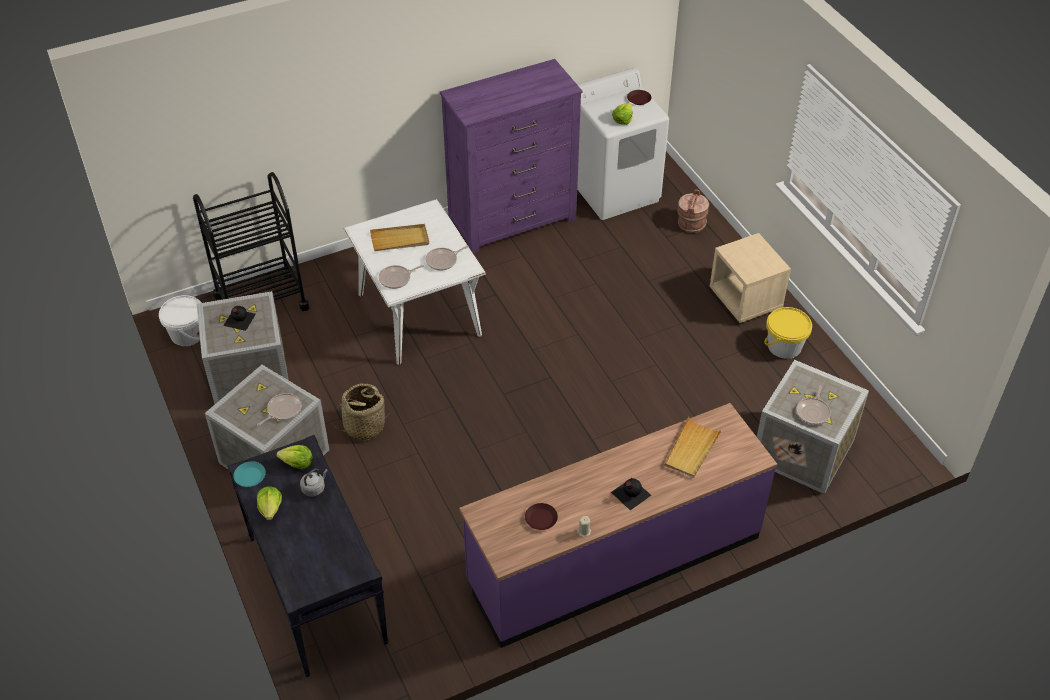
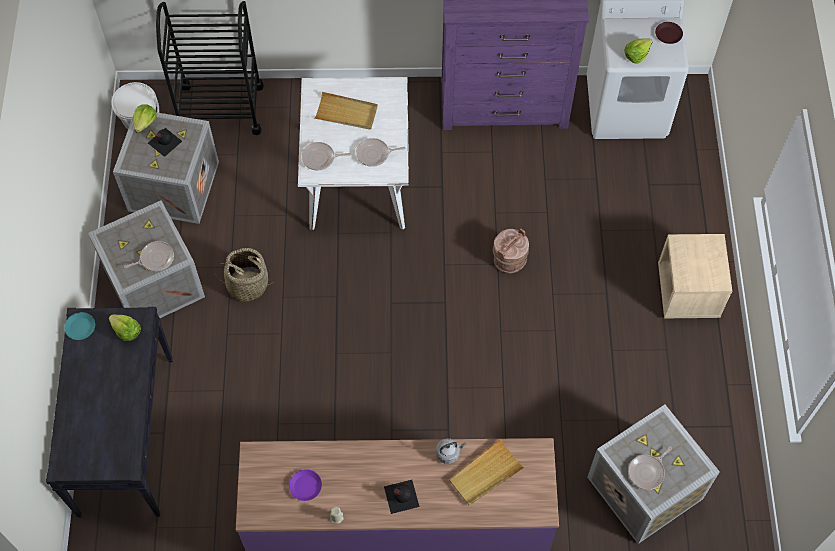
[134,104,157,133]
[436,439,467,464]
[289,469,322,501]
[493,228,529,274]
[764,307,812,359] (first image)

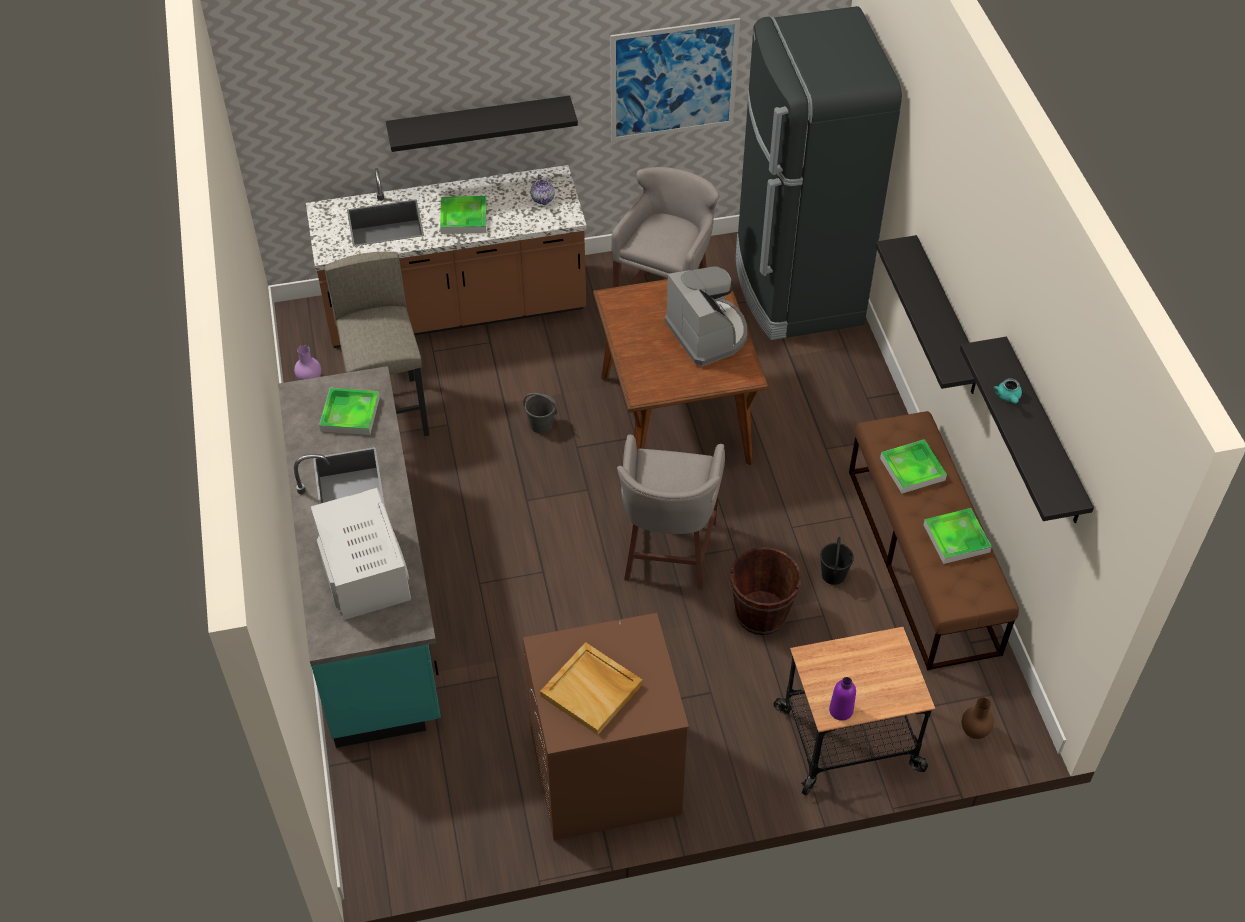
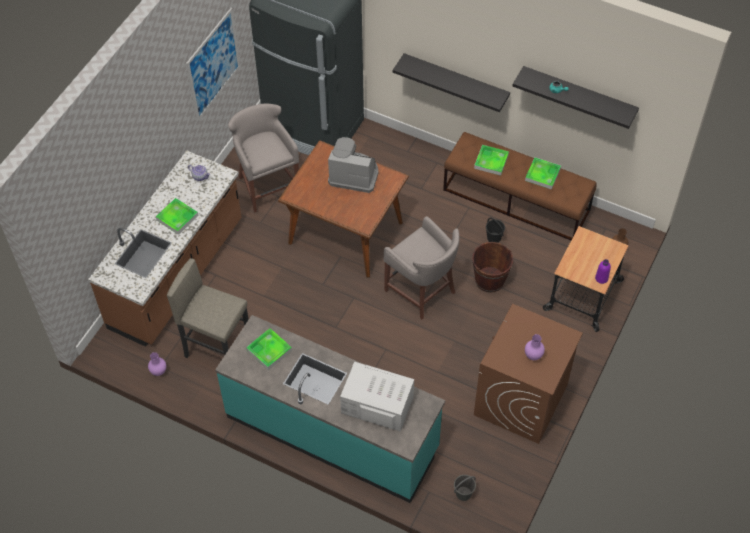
[386,96,578,152] (first image)
[454,475,476,501]
[525,334,545,360]

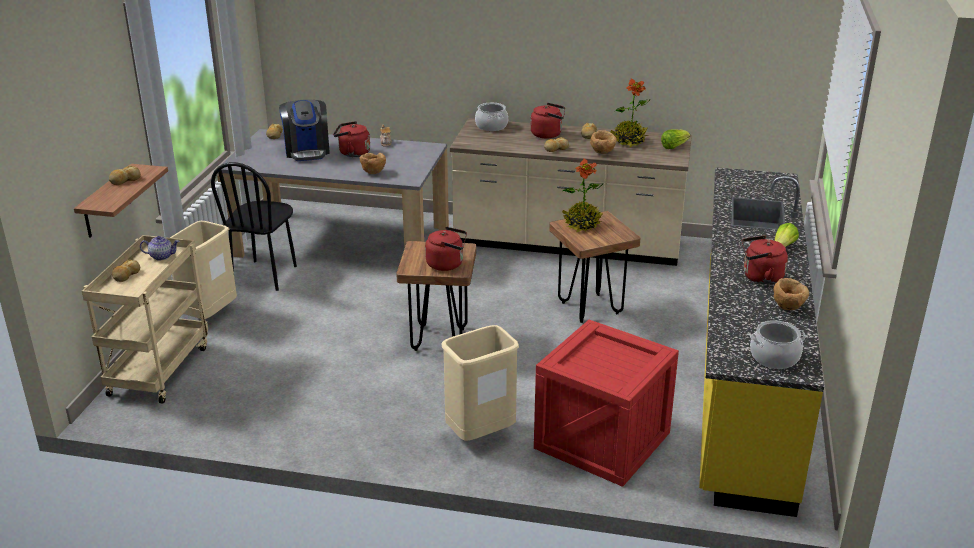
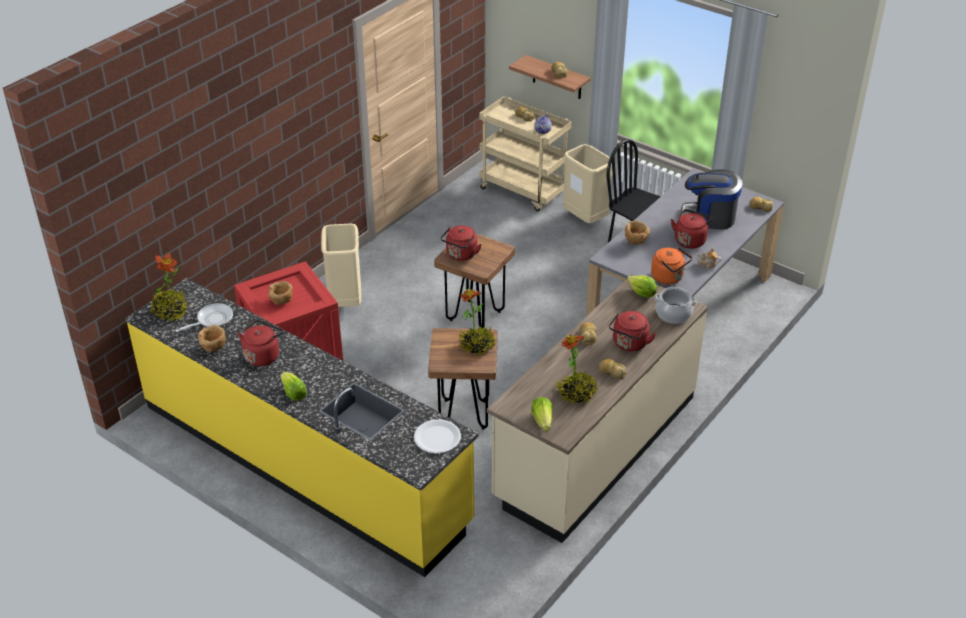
[268,281,293,305]
[150,253,188,321]
[175,303,233,332]
[414,419,461,453]
[627,276,657,297]
[651,247,692,284]

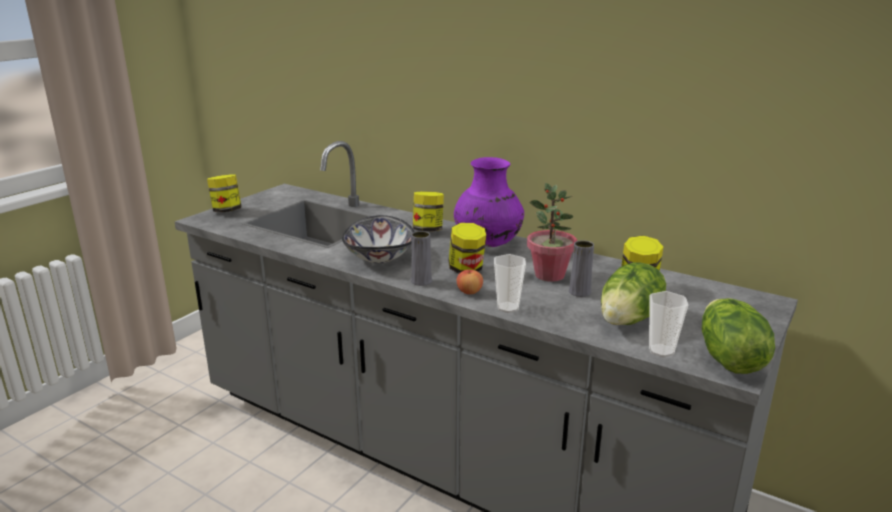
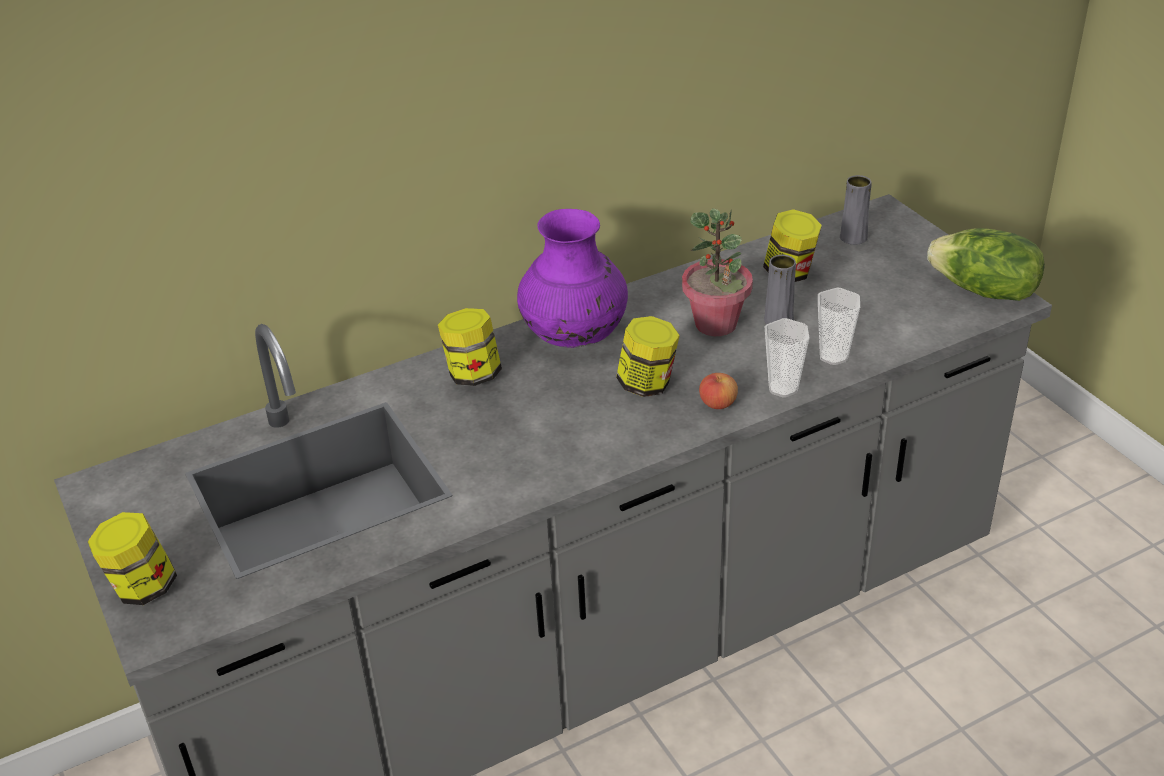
[342,215,414,264] (first image)
[840,175,872,245]
[601,262,666,325] (first image)
[818,288,860,365]

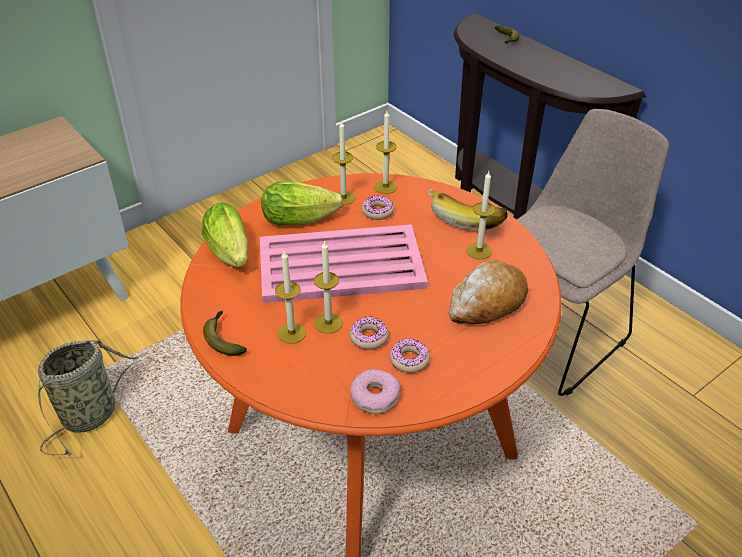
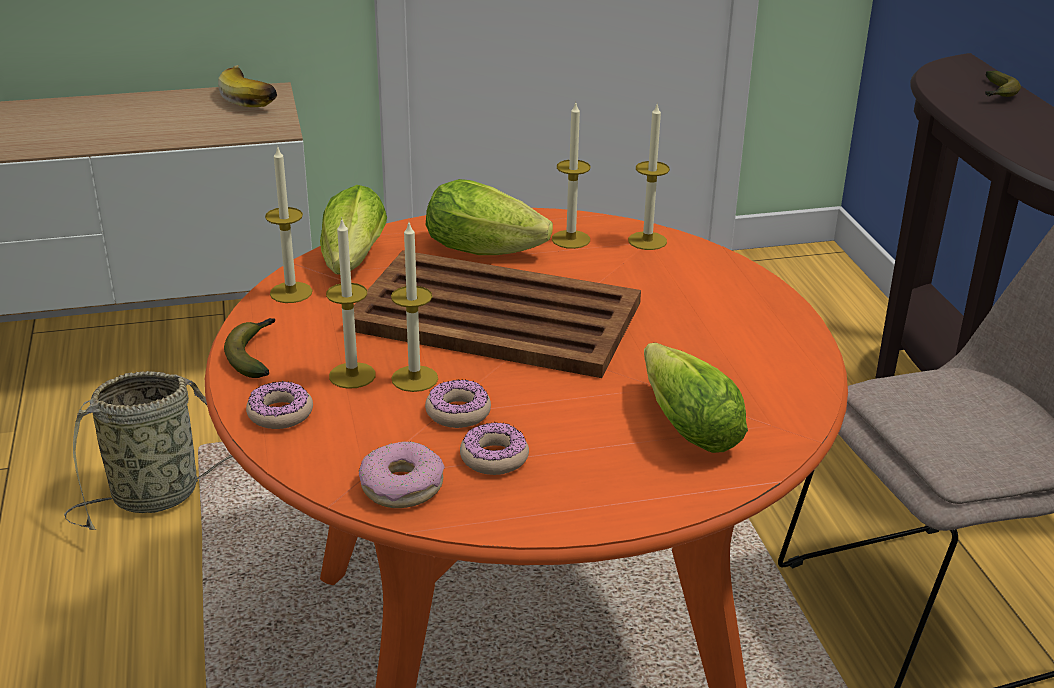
[354,250,641,378]
[246,381,313,429]
[218,65,277,107]
[644,342,748,453]
[265,145,312,303]

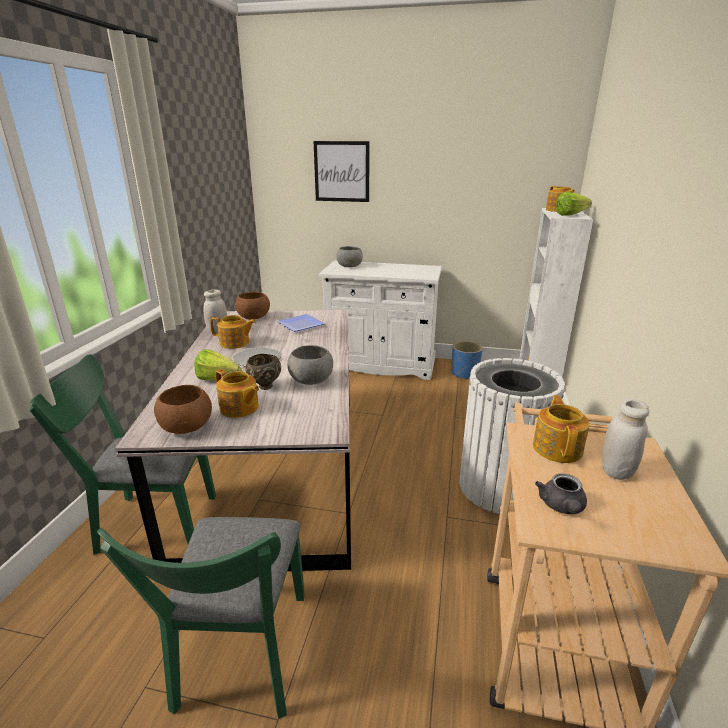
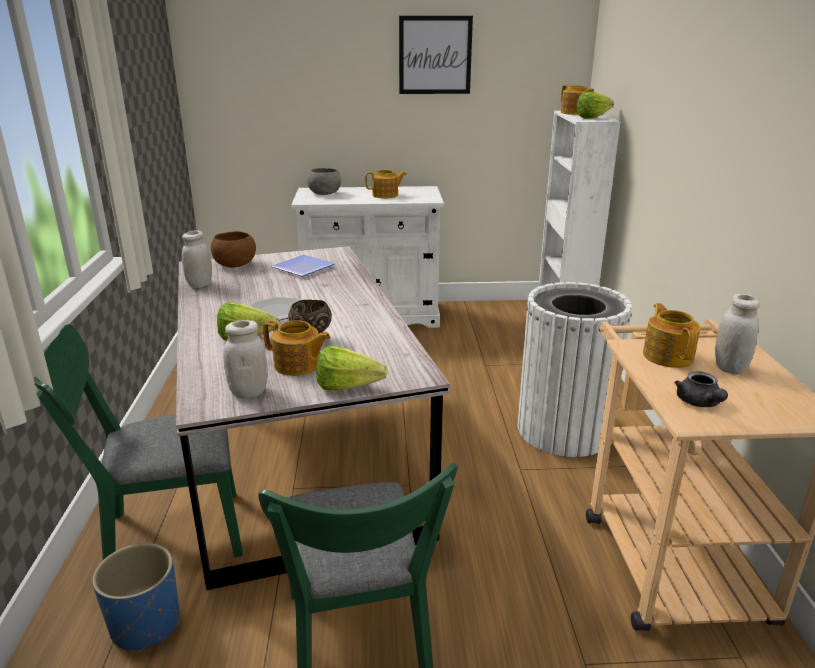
[223,320,268,399]
[365,170,407,198]
[287,345,333,385] (first image)
[399,16,473,94]
[92,543,180,652]
[316,345,387,390]

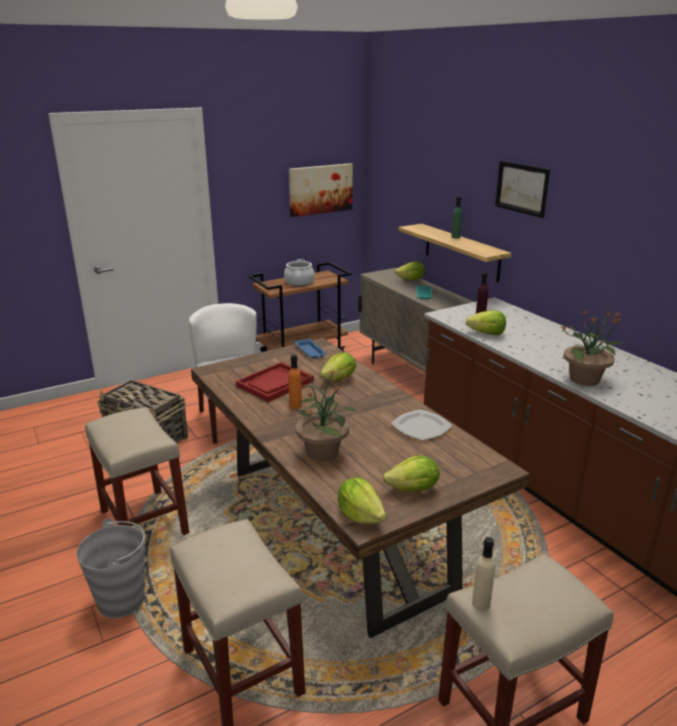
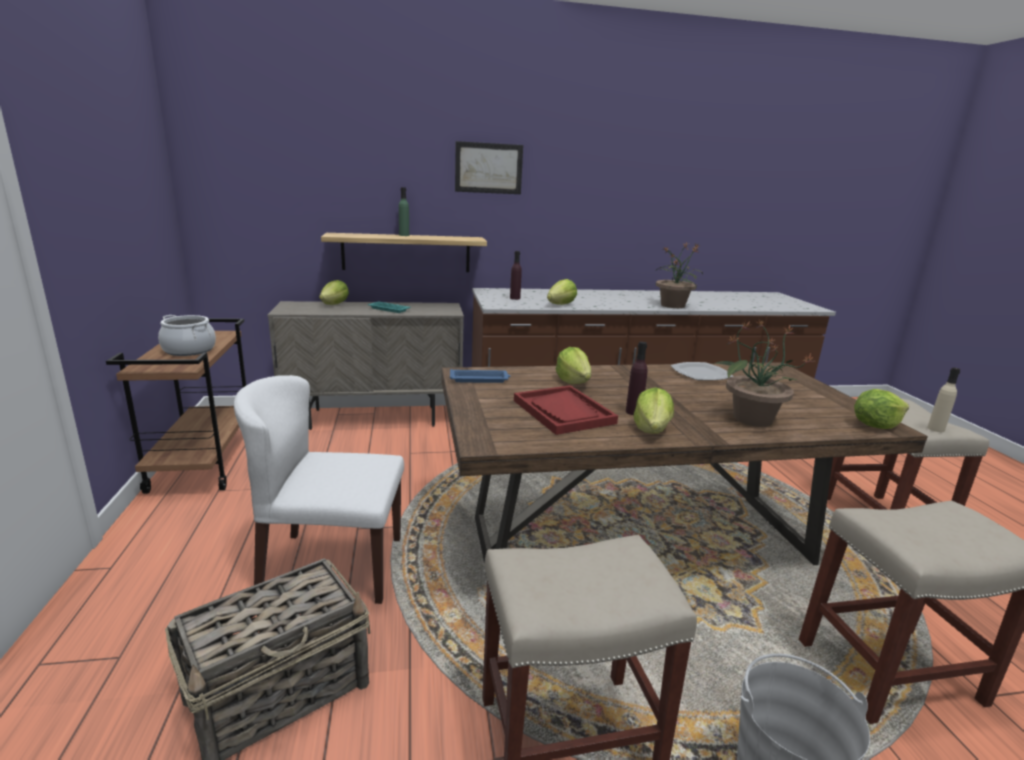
[289,163,353,217] (first image)
[626,342,647,415]
[634,387,674,434]

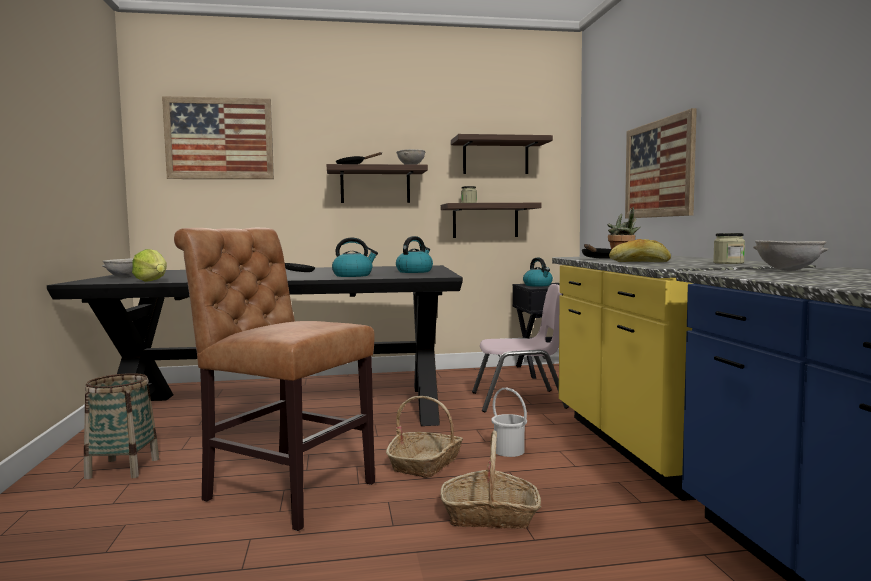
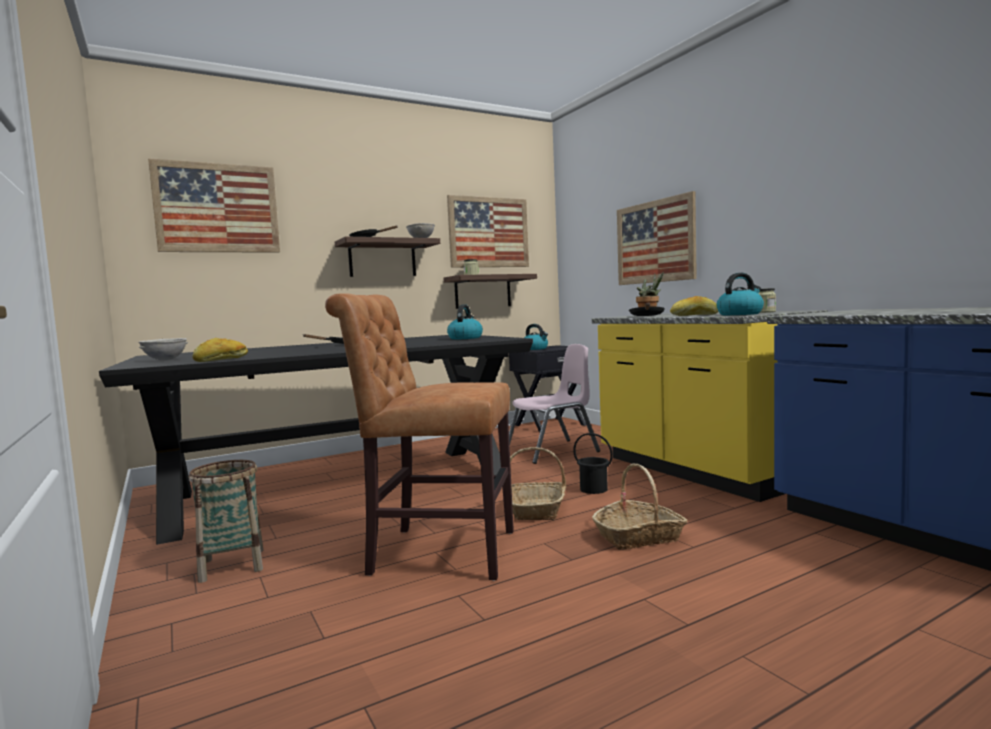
[192,338,248,362]
[717,273,764,315]
[447,195,529,268]
[573,433,613,494]
[753,240,828,271] (first image)

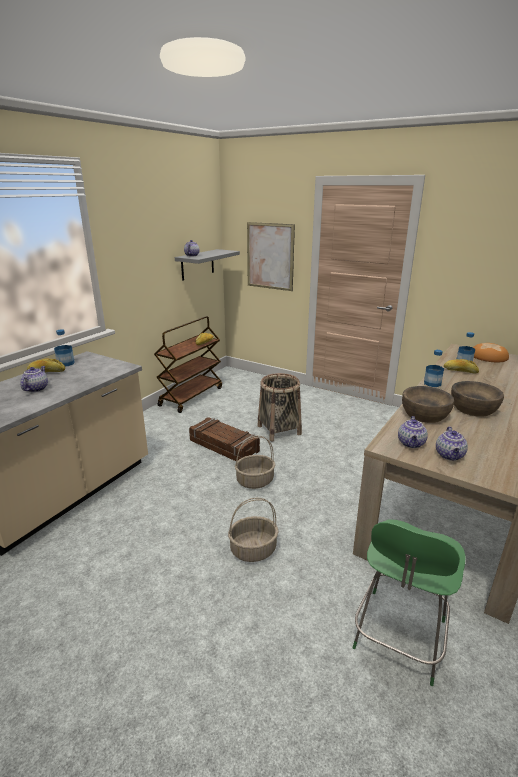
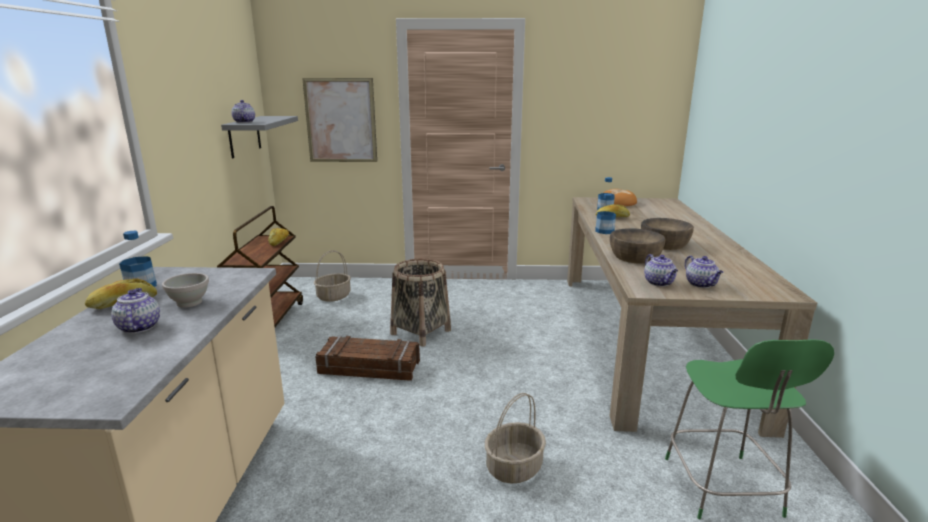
[314,250,351,302]
[162,273,209,308]

